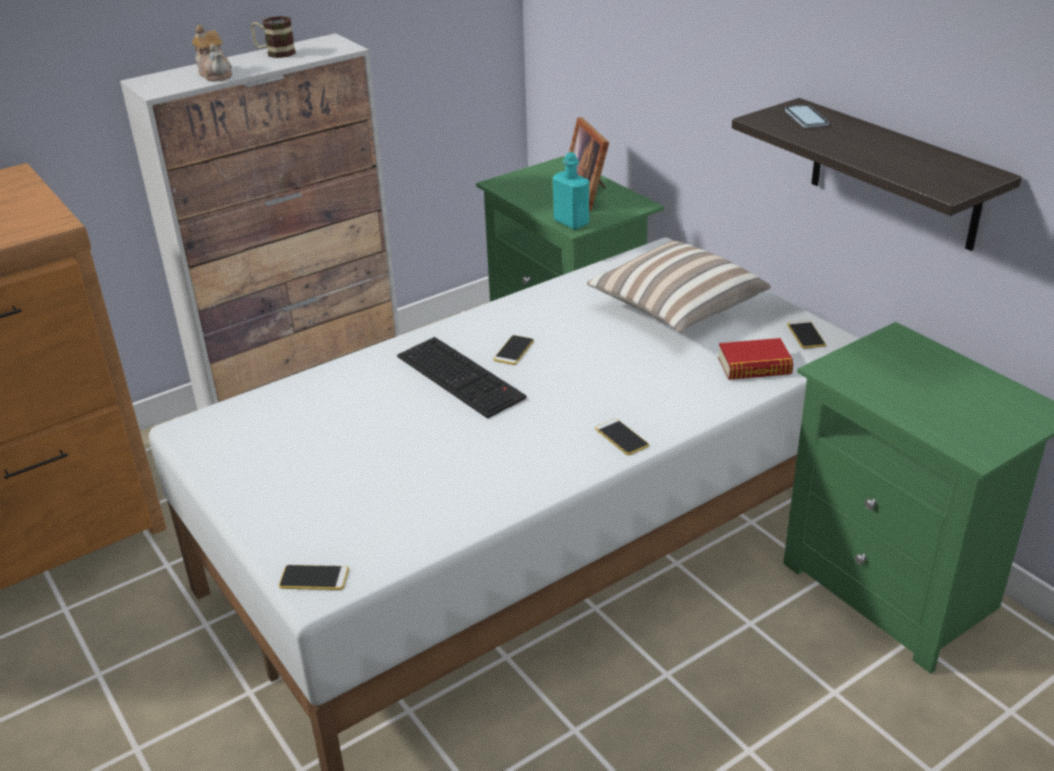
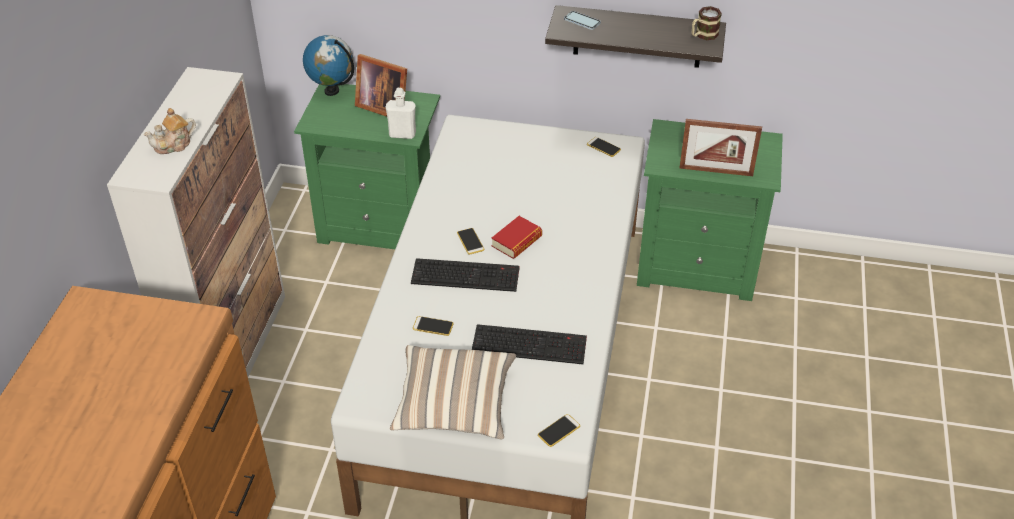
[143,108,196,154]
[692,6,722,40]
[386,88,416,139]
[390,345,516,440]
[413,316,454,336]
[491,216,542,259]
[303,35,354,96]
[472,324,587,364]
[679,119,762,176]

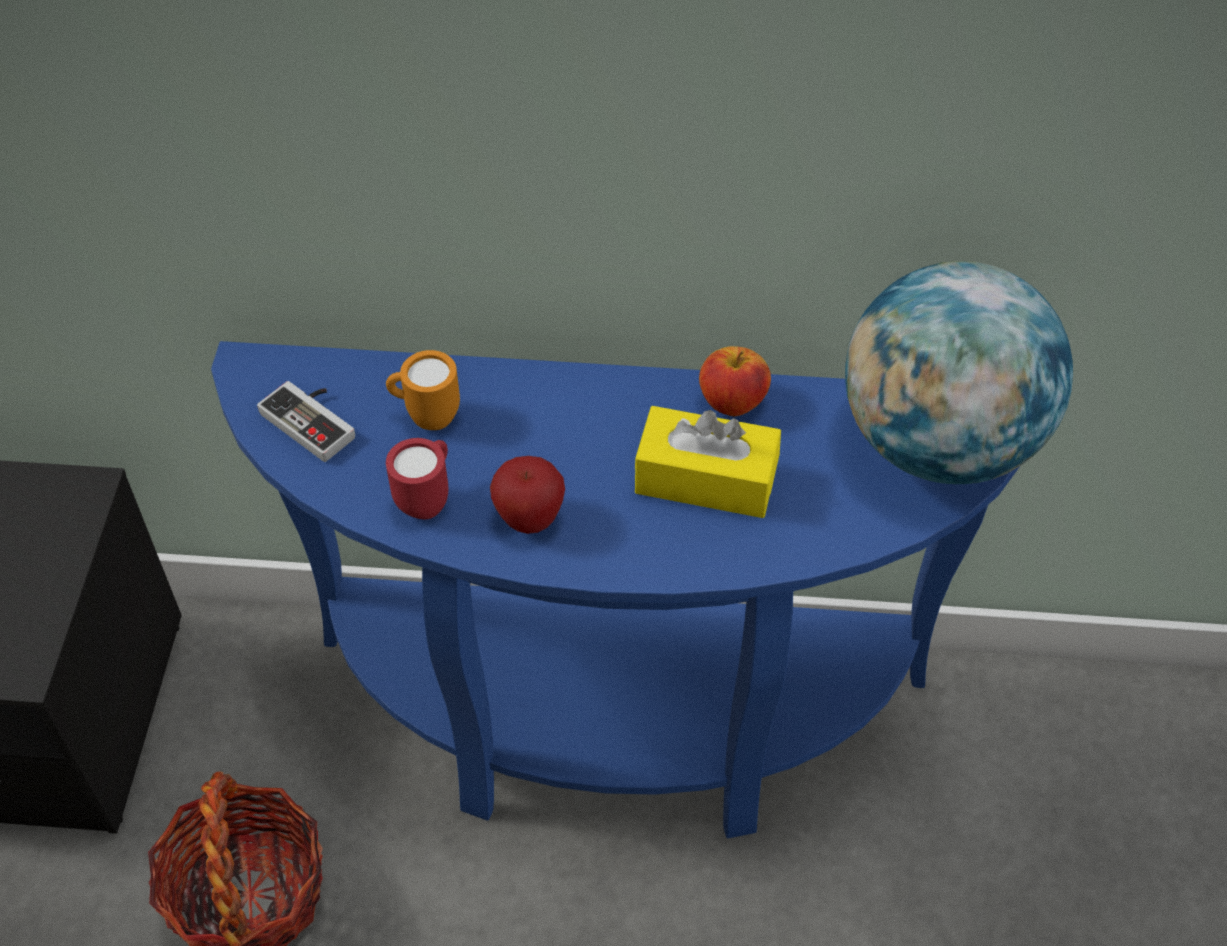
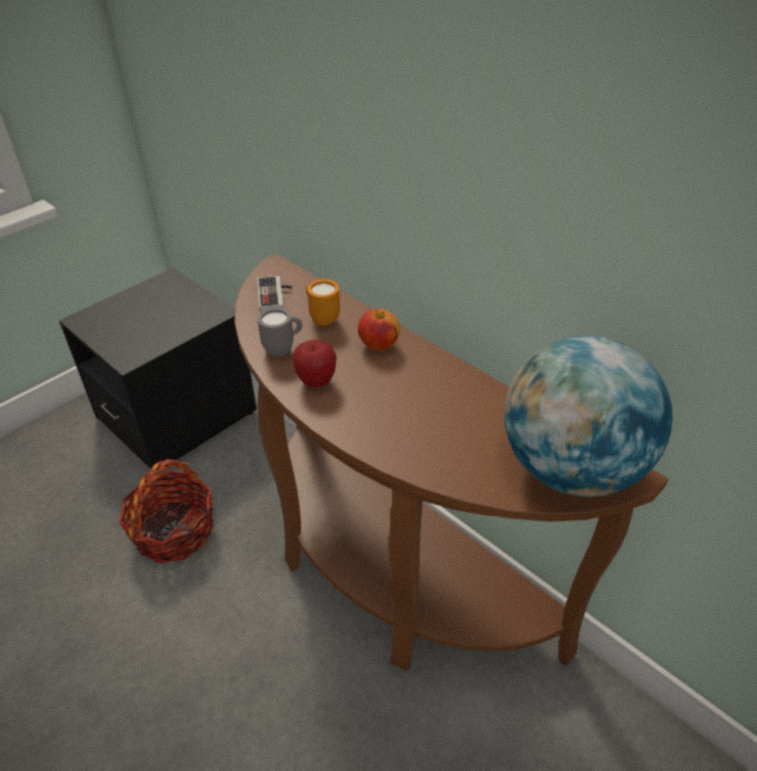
[235,253,668,671]
[257,307,302,357]
[635,406,781,518] (first image)
[358,309,400,351]

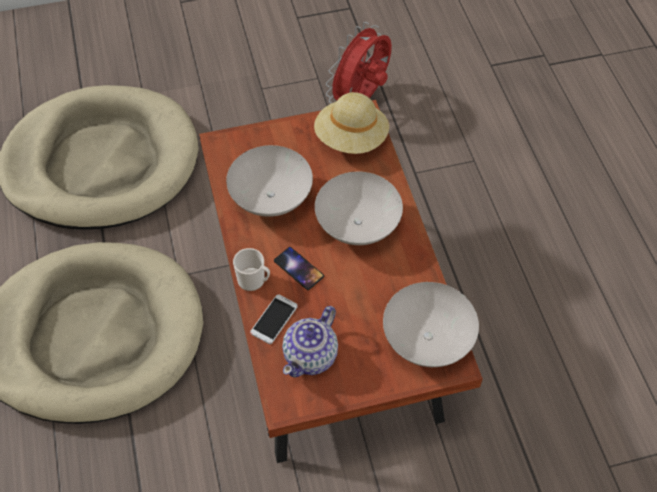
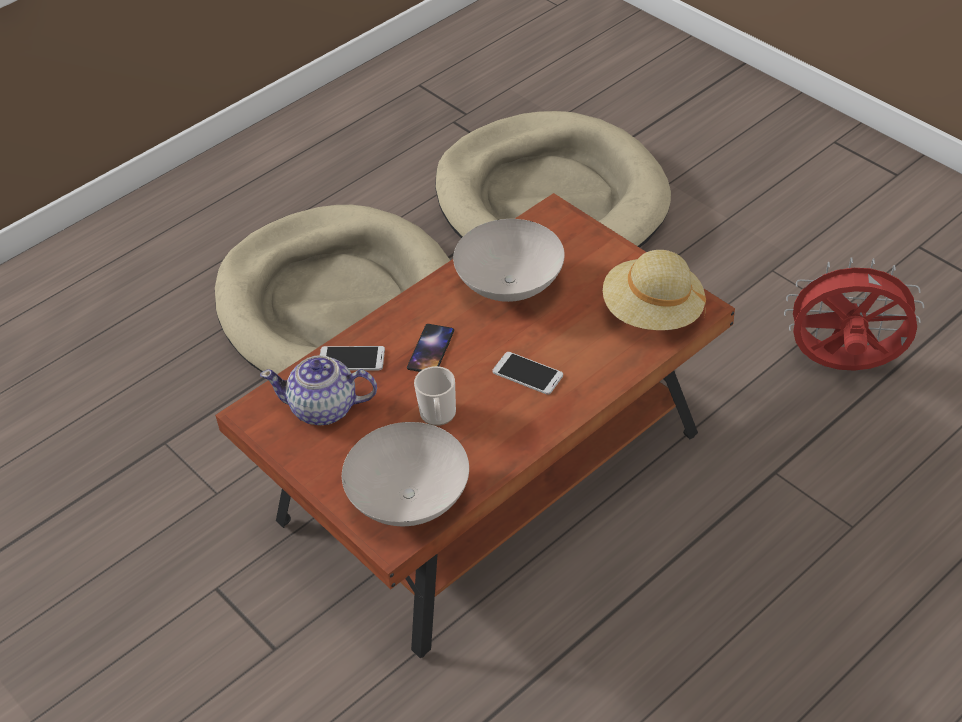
[414,366,456,426]
[492,352,563,395]

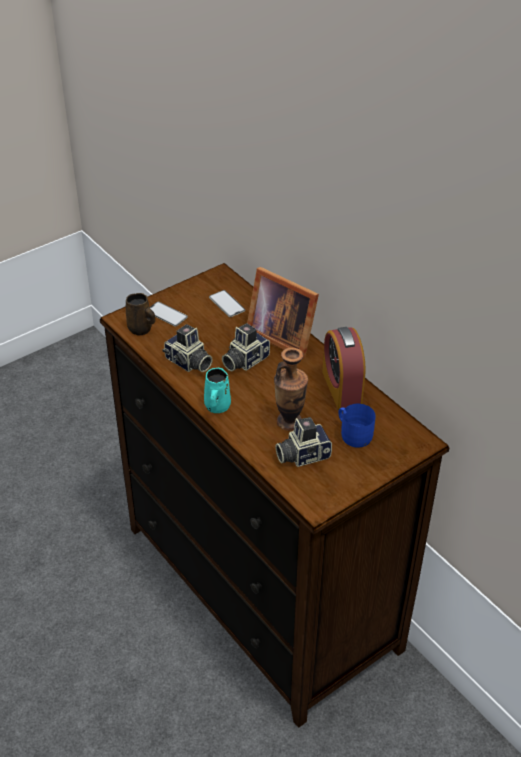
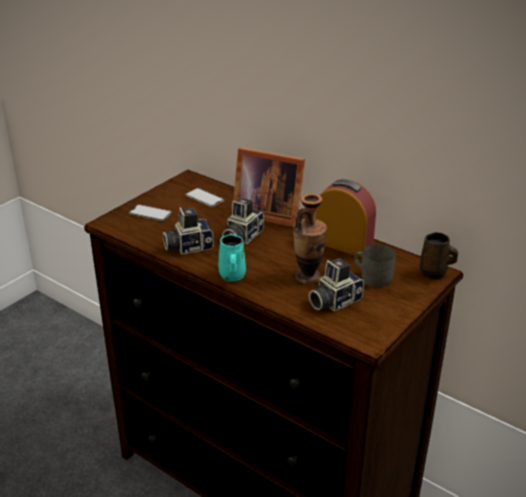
[420,232,458,279]
[163,208,214,255]
[316,179,376,258]
[354,245,396,287]

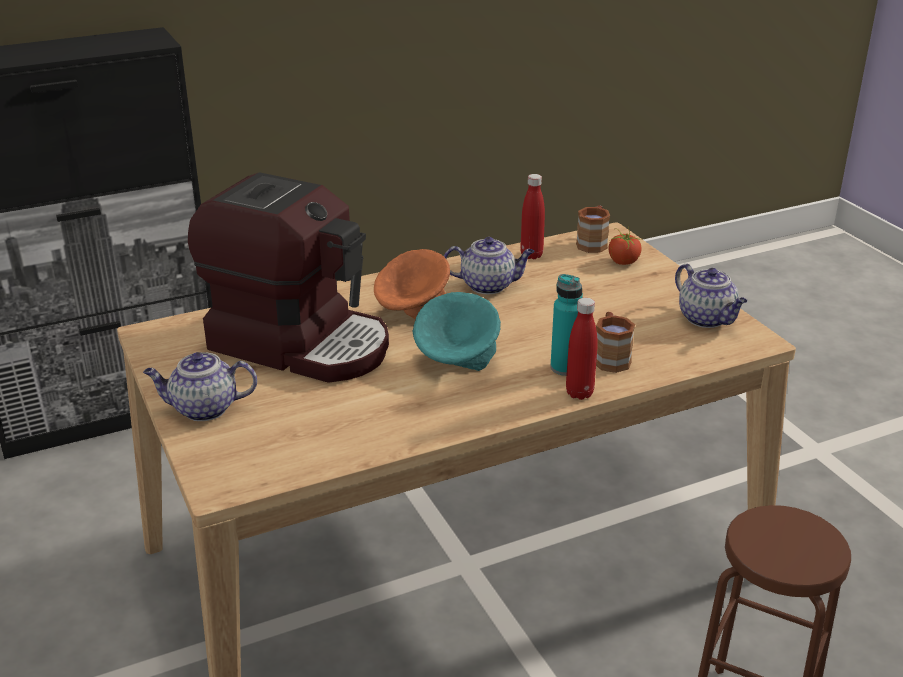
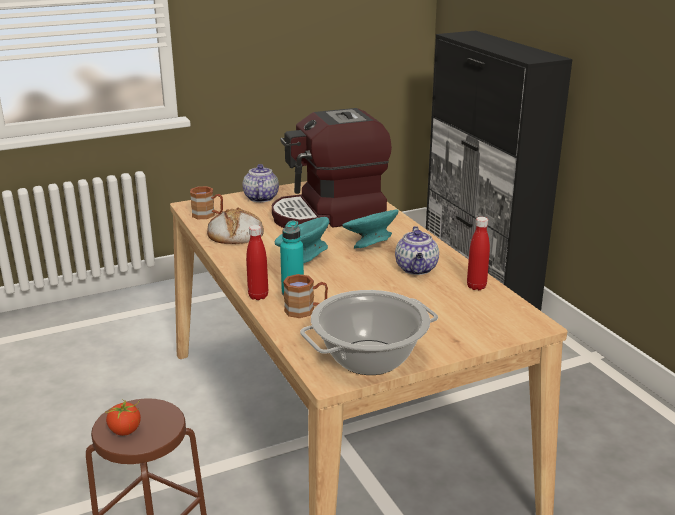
[272,108,392,228]
[342,209,399,248]
[190,186,223,219]
[105,399,141,436]
[300,290,438,375]
[207,207,264,244]

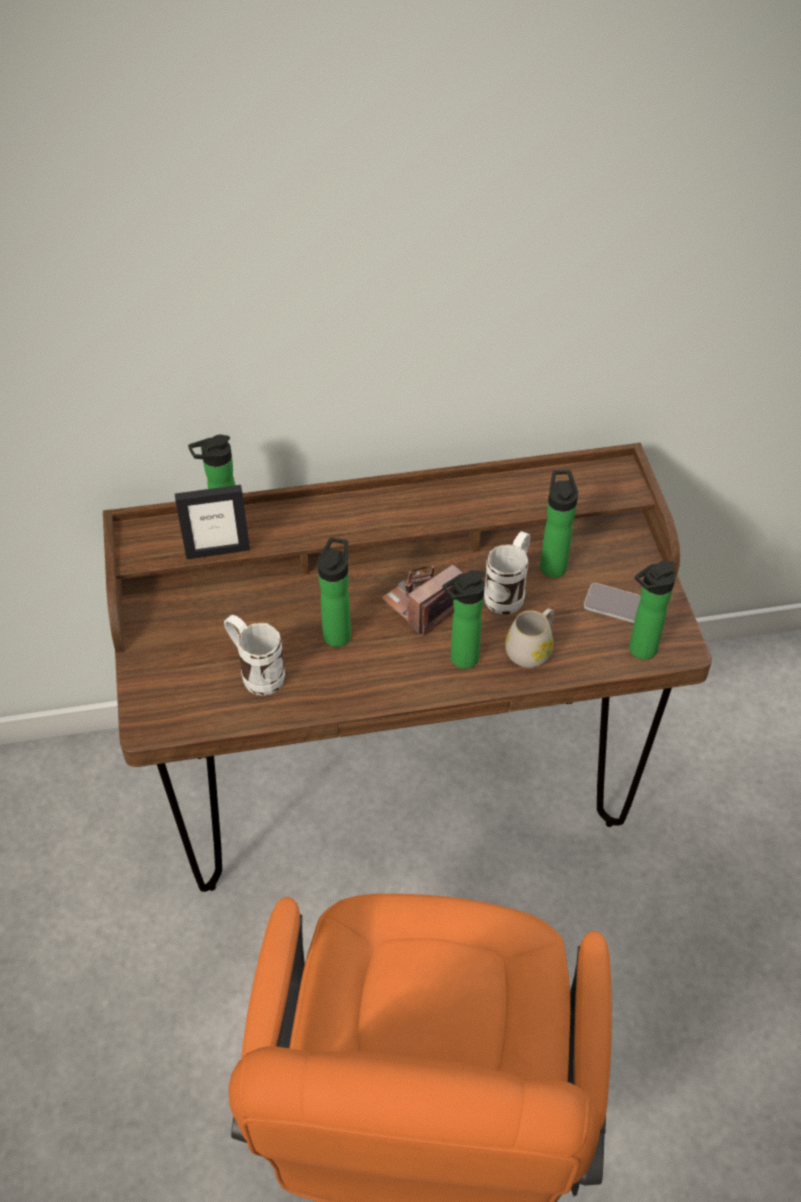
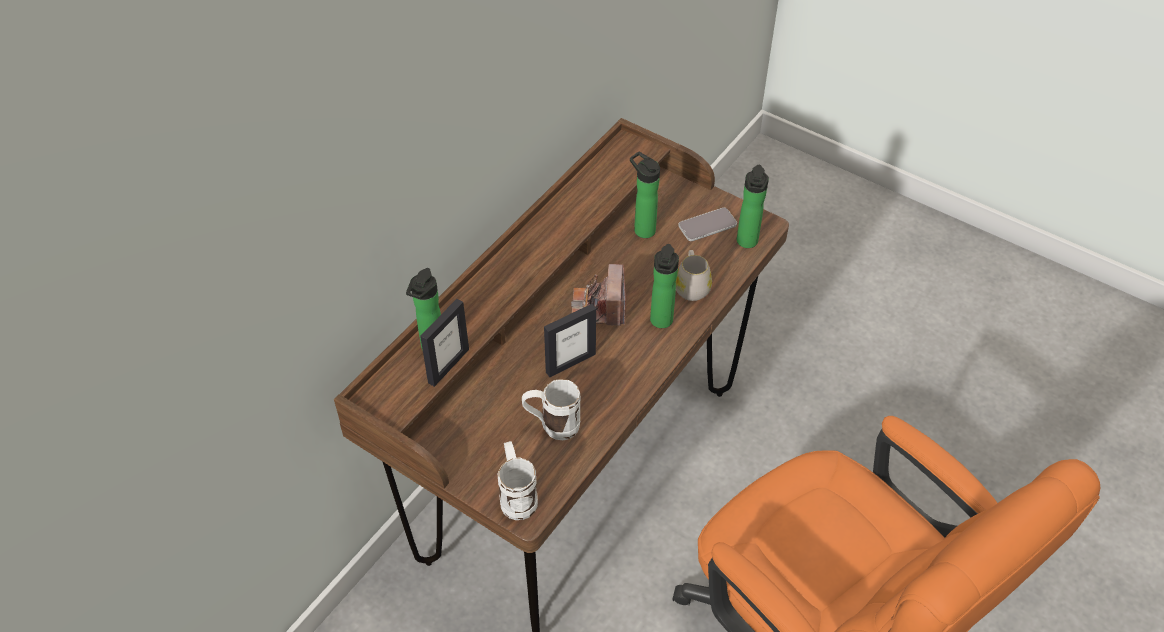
[544,304,596,377]
[498,441,538,520]

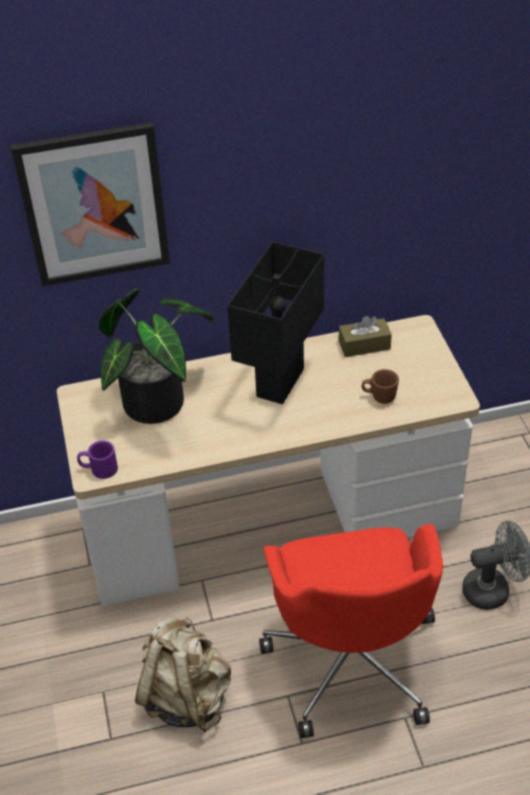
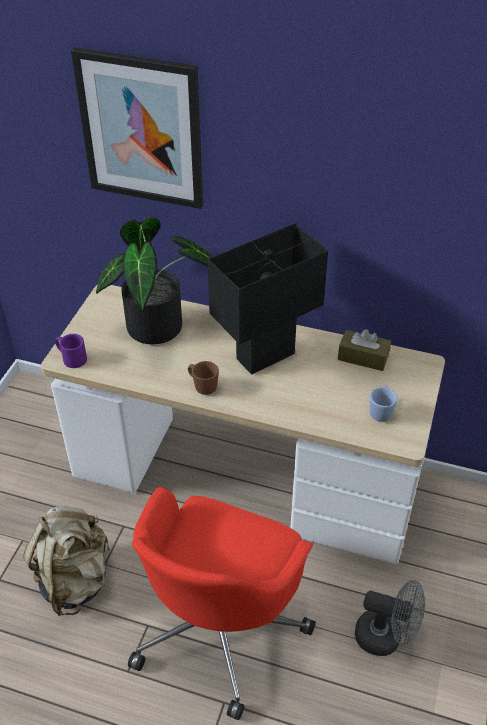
[188,361,219,395]
[370,386,398,422]

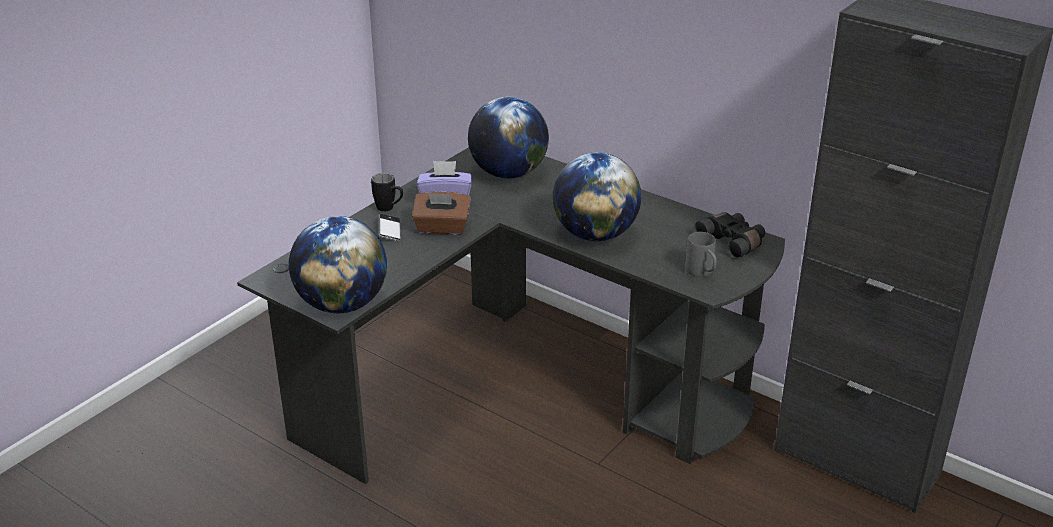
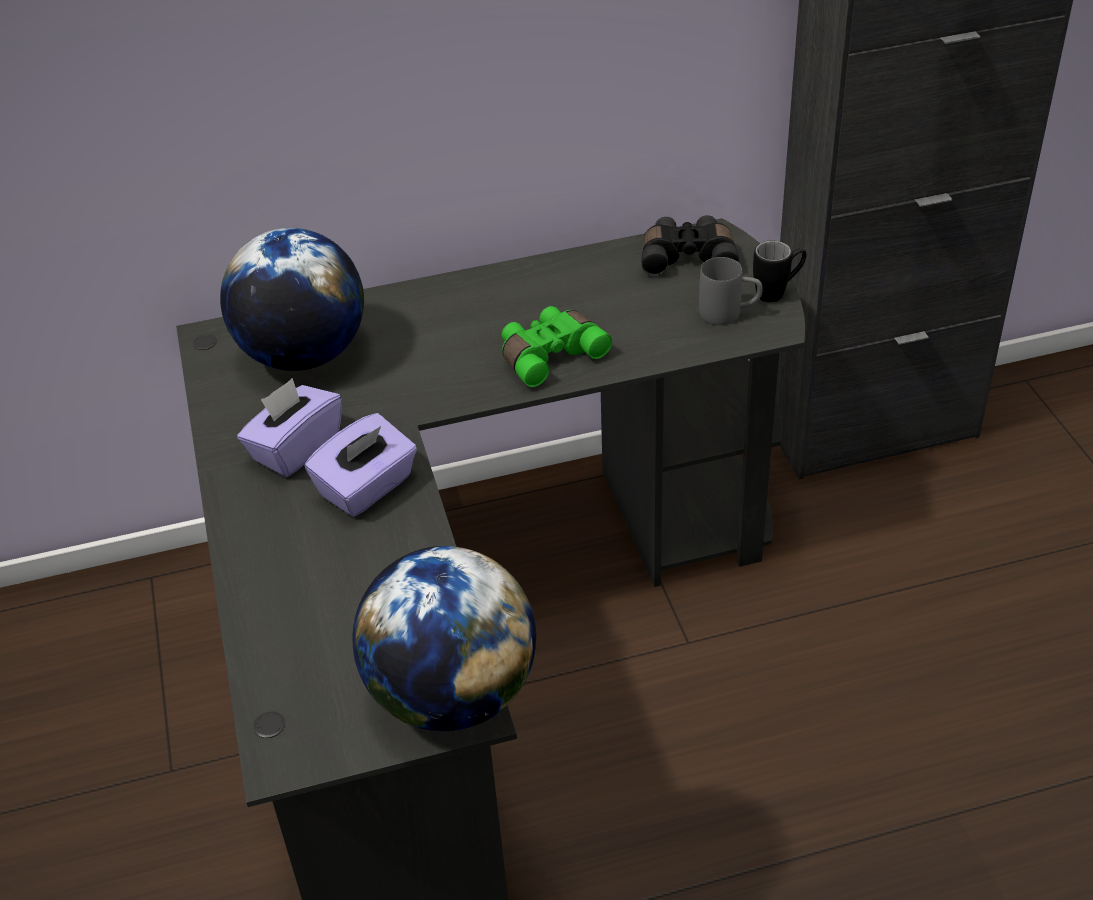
[753,240,806,303]
[379,214,401,241] (first image)
[305,413,417,517]
[502,306,612,387]

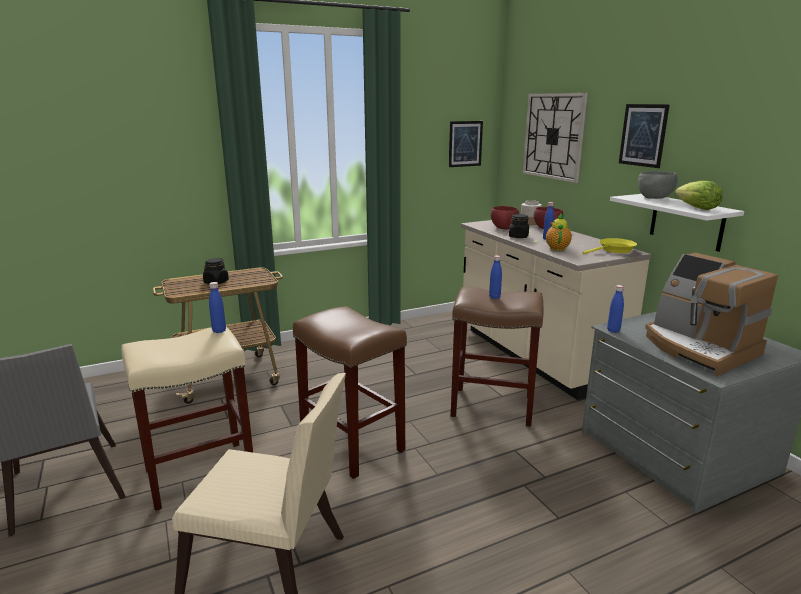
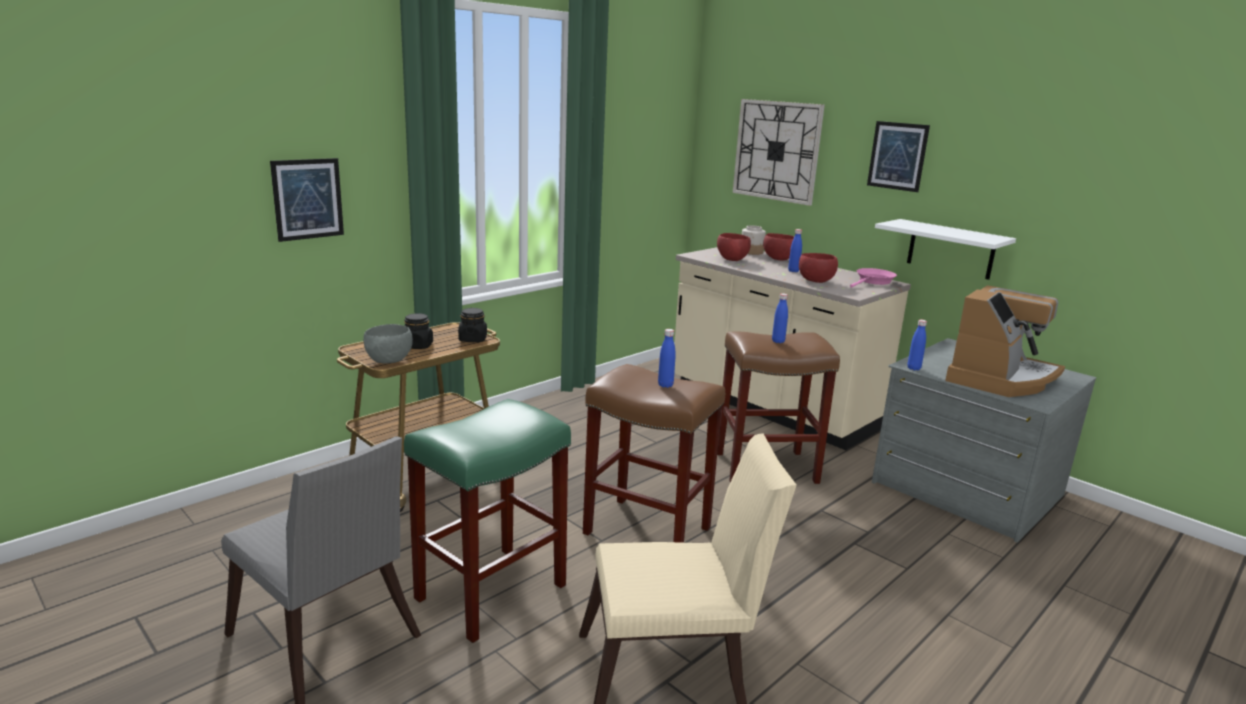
[404,399,571,643]
[658,329,676,388]
[270,158,344,242]
[458,308,487,342]
[799,253,838,283]
[850,268,897,288]
[363,324,413,364]
[945,285,1065,397]
[675,181,723,210] (first image)

